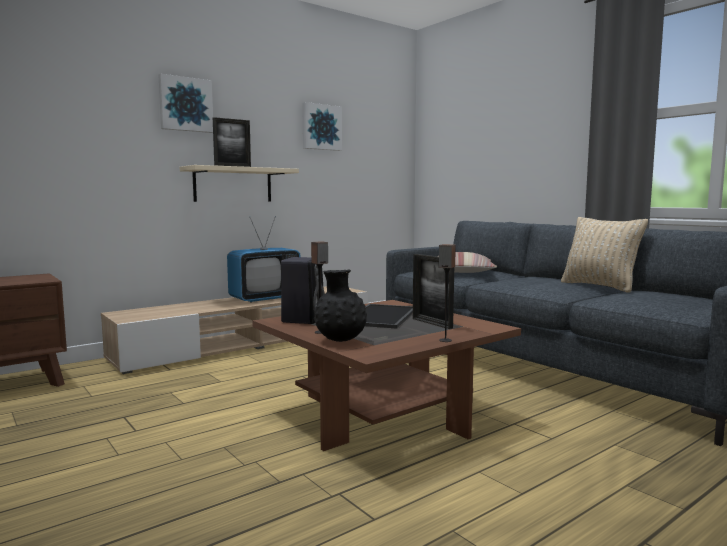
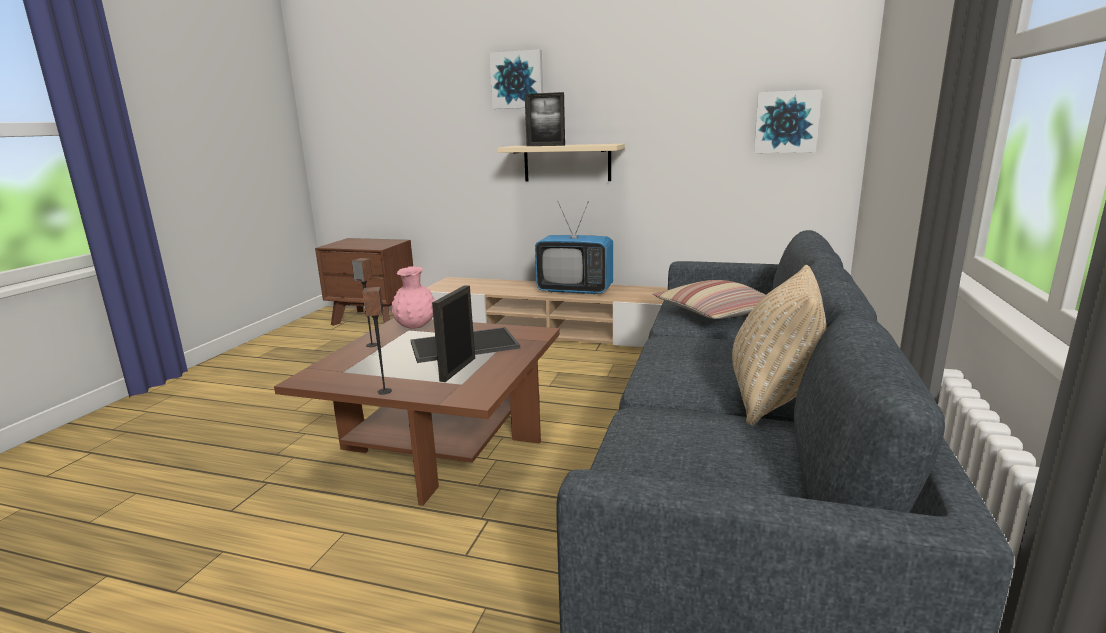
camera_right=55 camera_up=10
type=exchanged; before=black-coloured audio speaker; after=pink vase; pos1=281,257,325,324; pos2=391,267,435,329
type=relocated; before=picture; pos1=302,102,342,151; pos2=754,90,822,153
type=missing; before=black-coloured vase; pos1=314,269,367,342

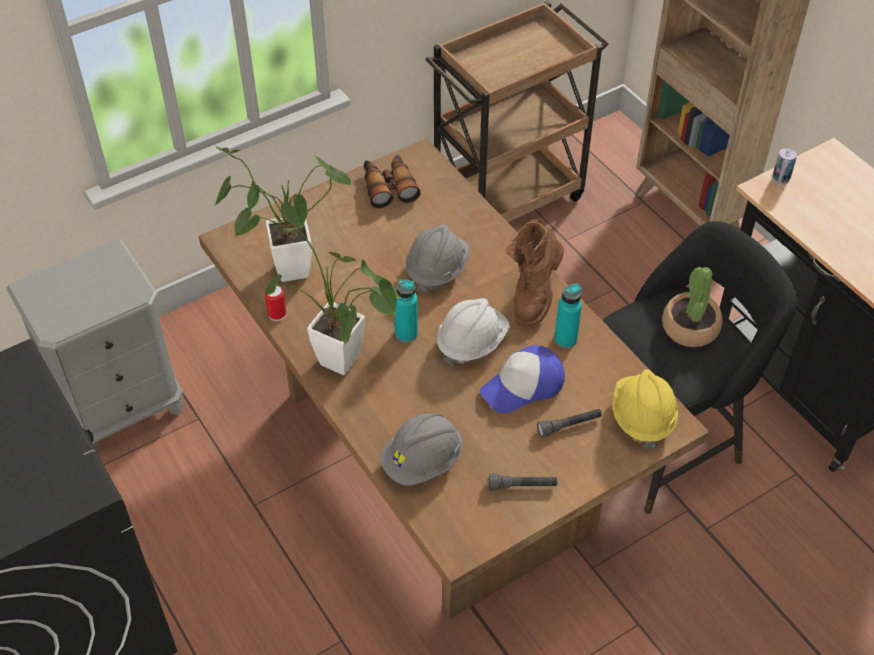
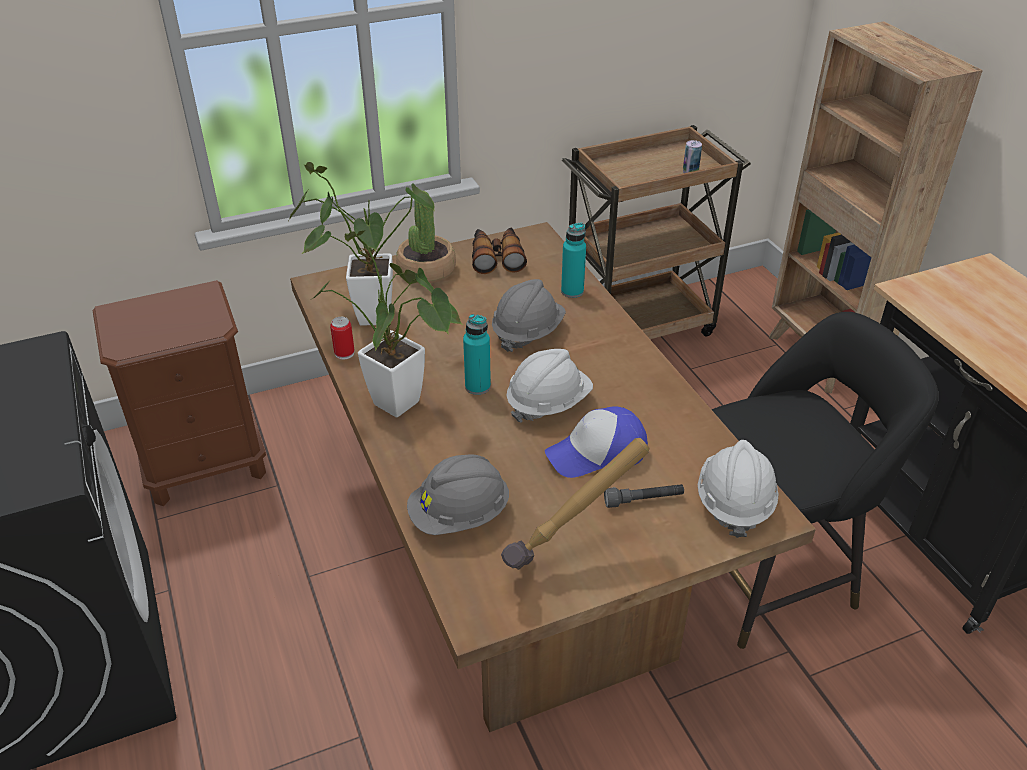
camera_right=10 camera_up=-10
type=colour; before=gray night table; after=brown-coloured night table; pos1=6,239,184,452; pos2=93,280,266,506
type=relocated; before=plant in a pot; pos1=662,267,723,347; pos2=396,191,456,283
type=exchanged; before=gray hand torch; after=hand hammer; pos1=489,473,557,490; pos2=501,438,649,570
type=relocated; before=blue-green drink bottle; pos1=554,283,582,348; pos2=561,223,586,298
type=relocated; before=can; pos1=772,148,797,185; pos2=683,140,702,173
type=colour; before=yellow-coloured work helmet; after=white work helmet; pos1=613,369,678,449; pos2=698,440,779,538
type=missing; before=brown-coloured high-top boot; pos1=506,219,564,327

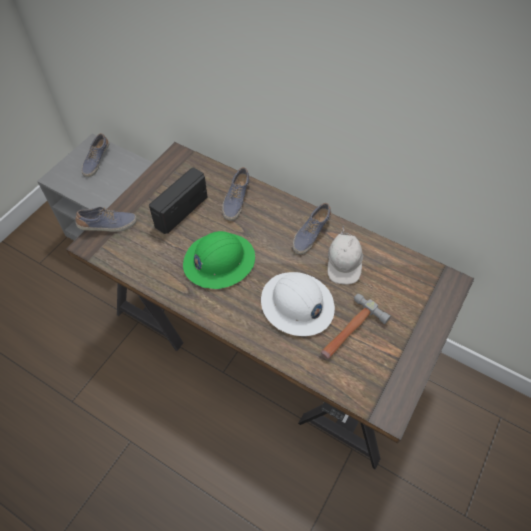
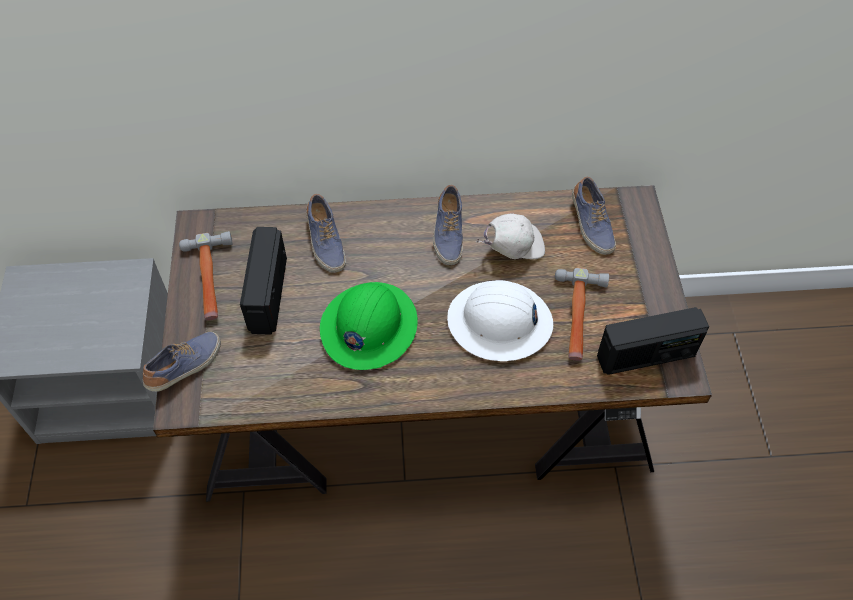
camera_right=-35 camera_up=0
type=appeared; after=hand hammer; pos2=179,231,233,321
type=spun; before=white baseball cap; pos1=328,225,363,285; pos2=476,213,545,259; turn=-75
type=relocated; before=low shoe; pos1=82,133,109,177; pos2=572,177,616,255
type=appeared; after=radio set; pos2=597,307,709,375

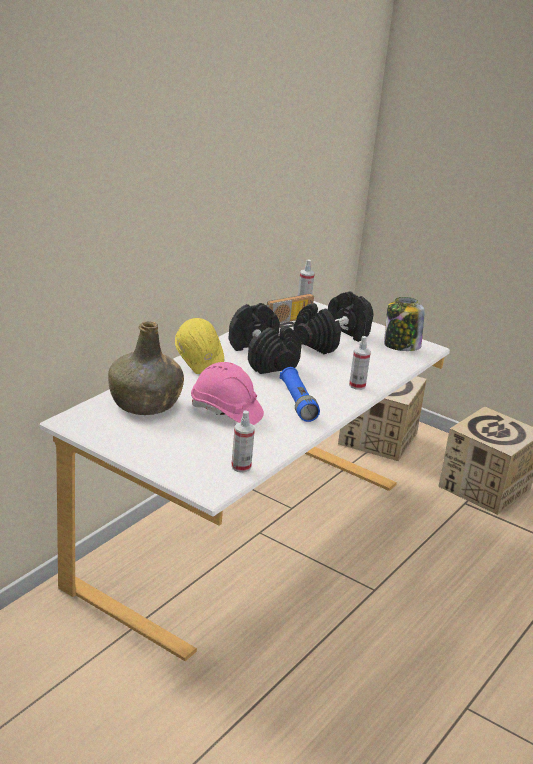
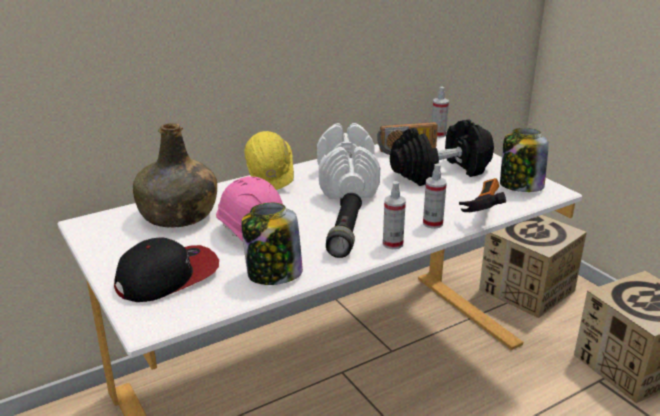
camera_right=25 camera_up=0
type=appeared; after=baseball cap; pos2=114,237,219,302
type=appeared; after=jar; pos2=241,203,303,285
type=colour; before=black-coloured free weight; after=white free weight; pos1=228,303,302,374; pos2=317,123,380,199
type=colour; before=blue-coloured hand torch; after=black-coloured hand torch; pos1=280,367,320,422; pos2=326,193,362,258
type=relocated; before=sprayer; pos1=231,410,255,472; pos2=383,181,406,249
type=appeared; after=hand hammer; pos2=459,178,506,212

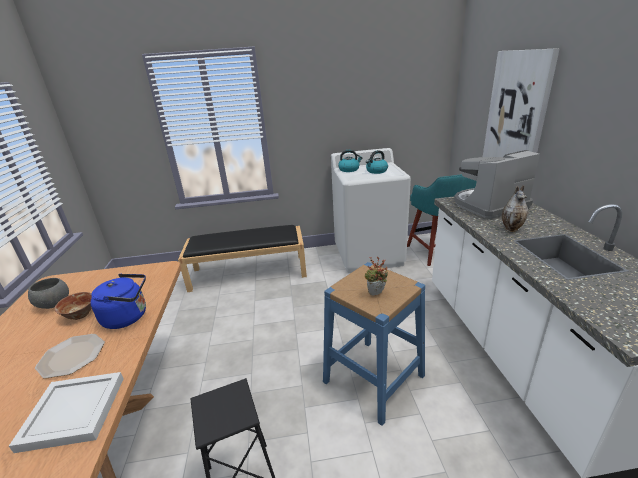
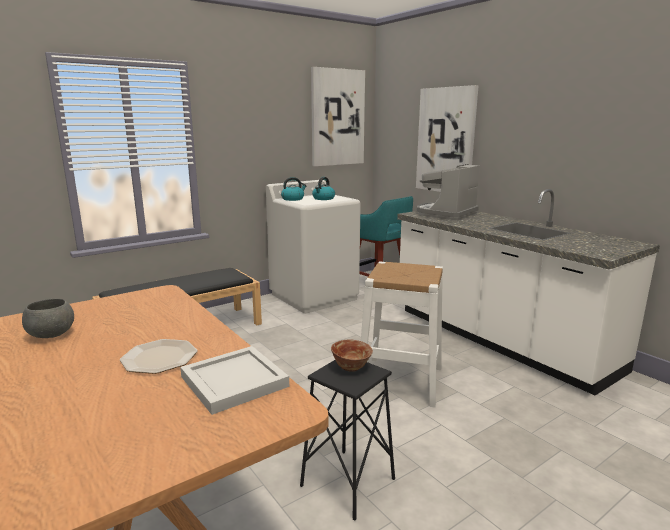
camera_right=-30 camera_up=-10
type=appeared; after=picture; pos2=311,67,365,166
type=relocated; before=deep dish; pos1=55,292,92,320; pos2=331,339,373,372
type=colour; before=blue-coloured stool; after=white stool; pos1=323,262,425,426; pos2=361,261,443,408
type=missing; before=blue-coloured water kettle; pos1=90,274,146,329
type=missing; before=plant in a pot; pos1=364,257,388,295
type=missing; before=vase; pos1=502,186,528,232

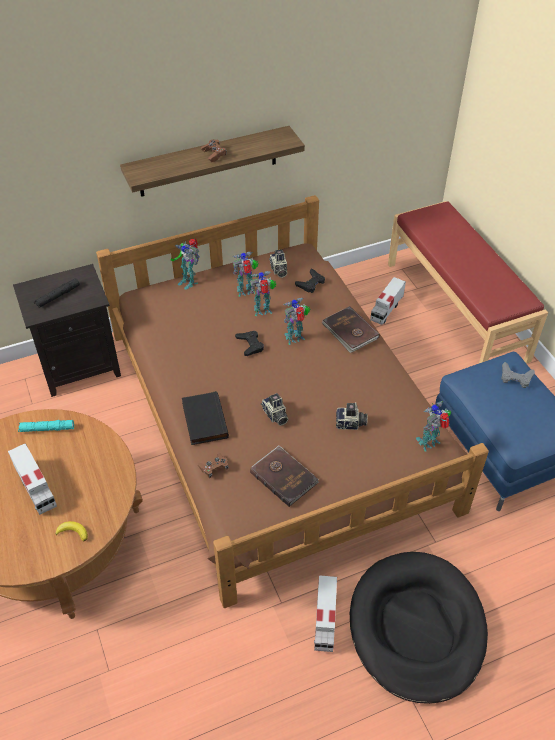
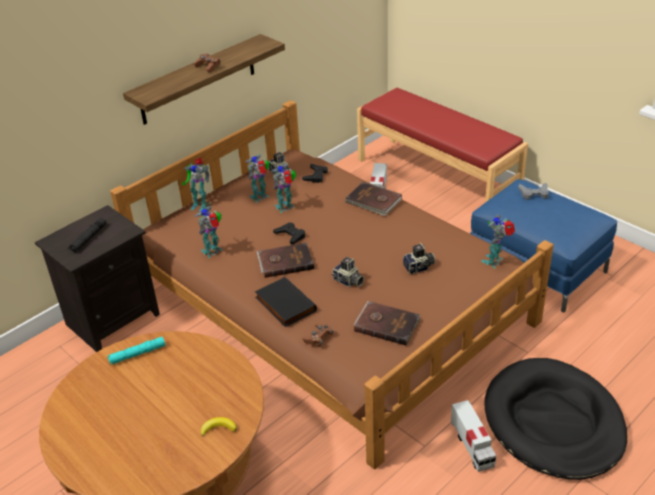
camera_right=-20 camera_up=-10
type=relocated; before=model robot; pos1=283,298,310,345; pos2=195,206,223,258
type=appeared; after=brown-coloured bound book; pos2=257,242,314,278
type=missing; before=toy lorry; pos1=8,443,57,515

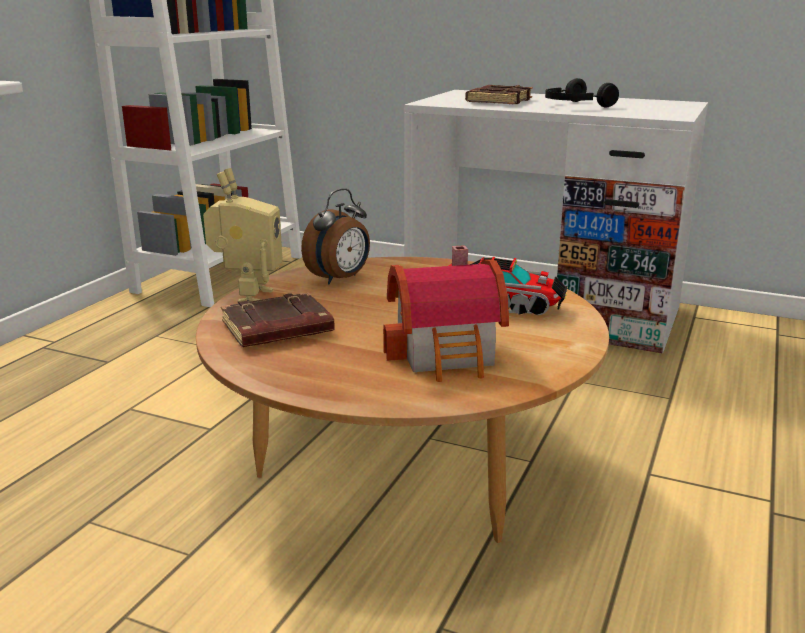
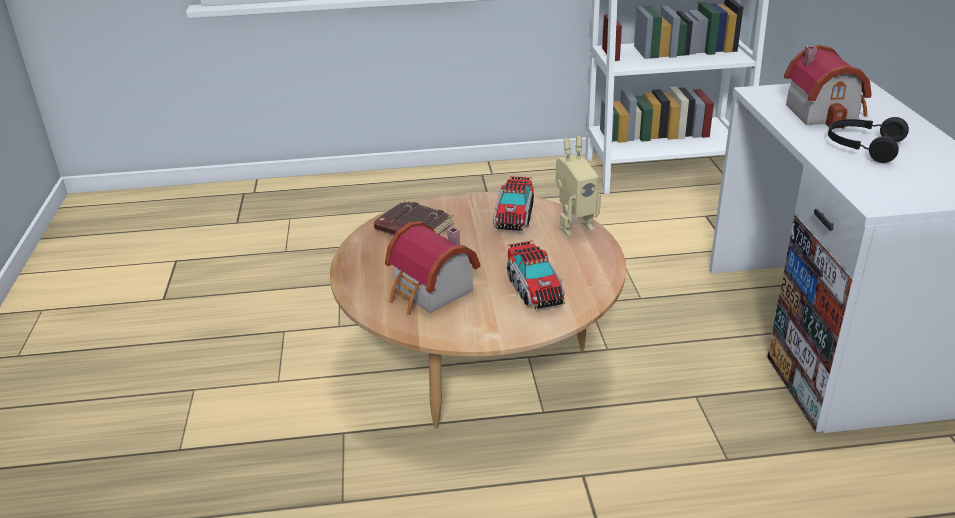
camera_right=60 camera_up=10
type=exchanged; before=bedside clock; after=toy lorry; pos1=301,188,370,284; pos2=493,176,534,231
type=relocated; before=model robot; pos1=203,168,283,302; pos2=556,136,601,236
type=exchanged; before=brown-coloured bound book; after=model house; pos1=465,85,533,104; pos2=784,45,872,129

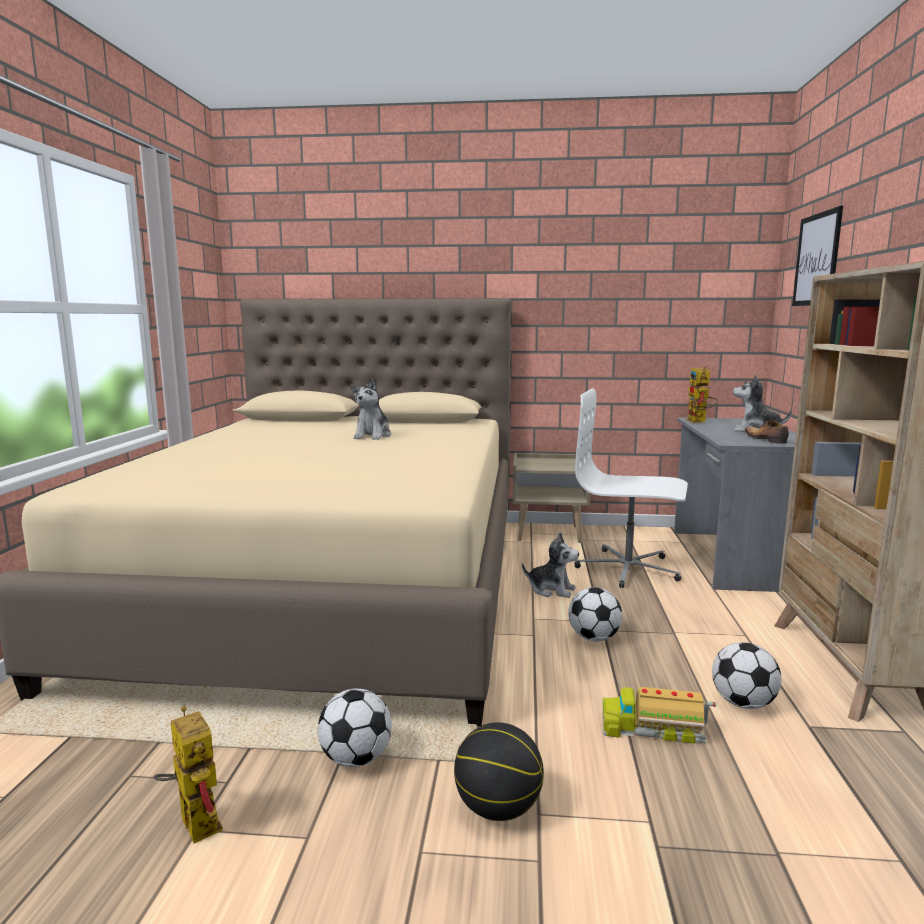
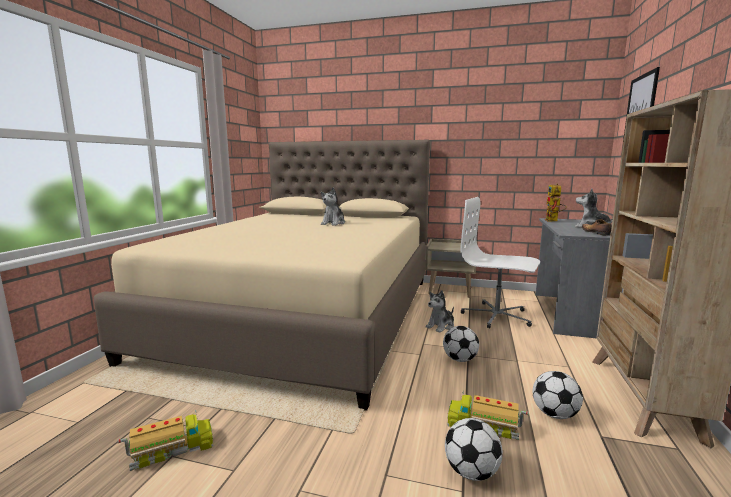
camera_right=10 camera_up=0
type=exchanged; before=model robot; after=toy lorry; pos1=154,706,223,843; pos2=117,410,213,471
type=spun; before=cuddly toy; pos1=522,532,579,598; pos2=426,290,454,333; turn=105
type=relocated; before=football; pos1=318,688,392,767; pos2=445,418,503,481
type=missing; before=basketball ball; pos1=454,722,544,821

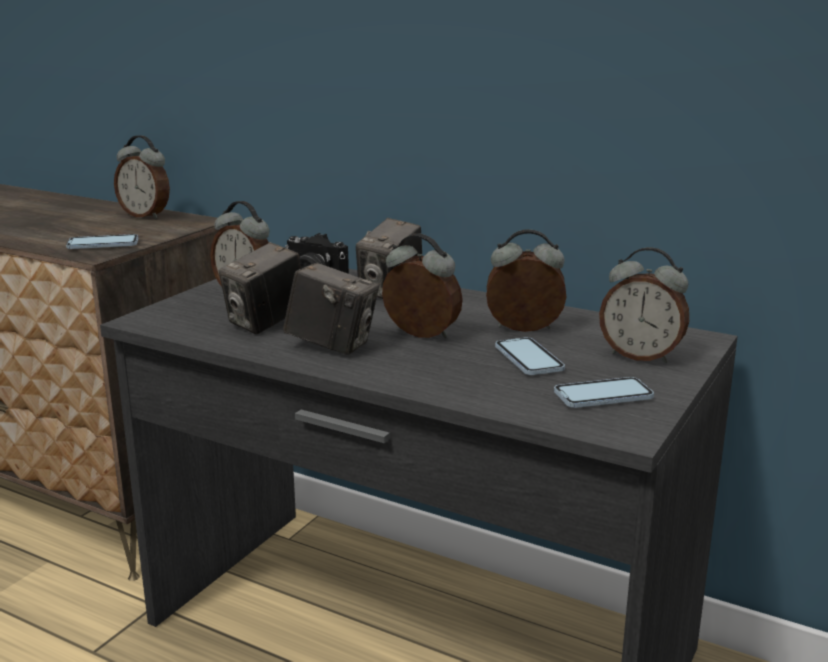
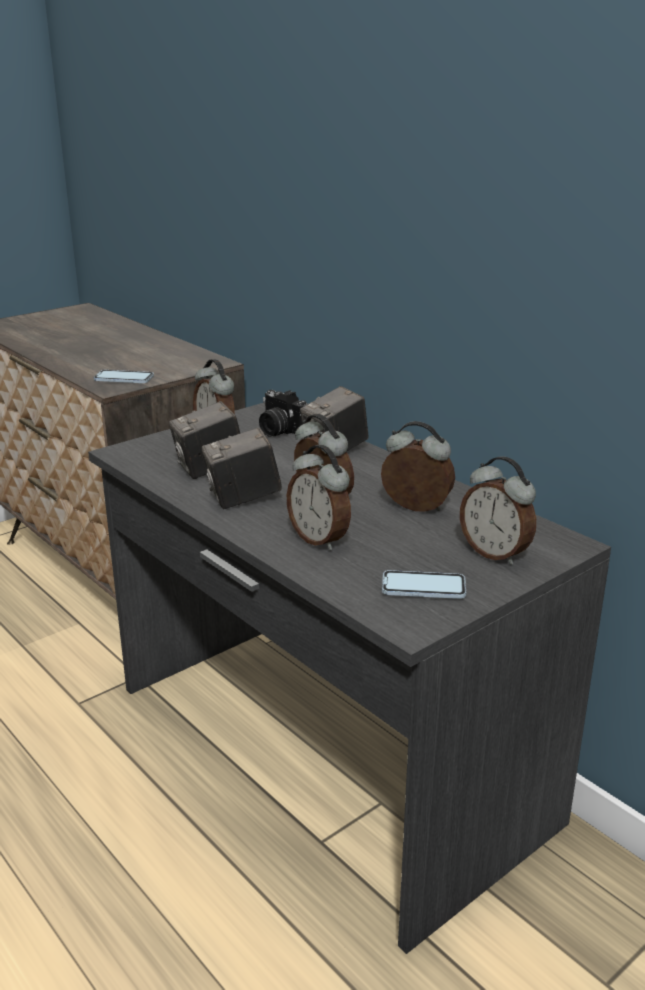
camera_right=20 camera_up=5
type=spun; before=still camera; pos1=283,262,379,355; pos2=202,427,282,509; turn=120
type=relocated; before=bedside clock; pos1=114,135,170,219; pos2=287,445,351,550
type=missing; before=phone; pos1=495,337,565,375

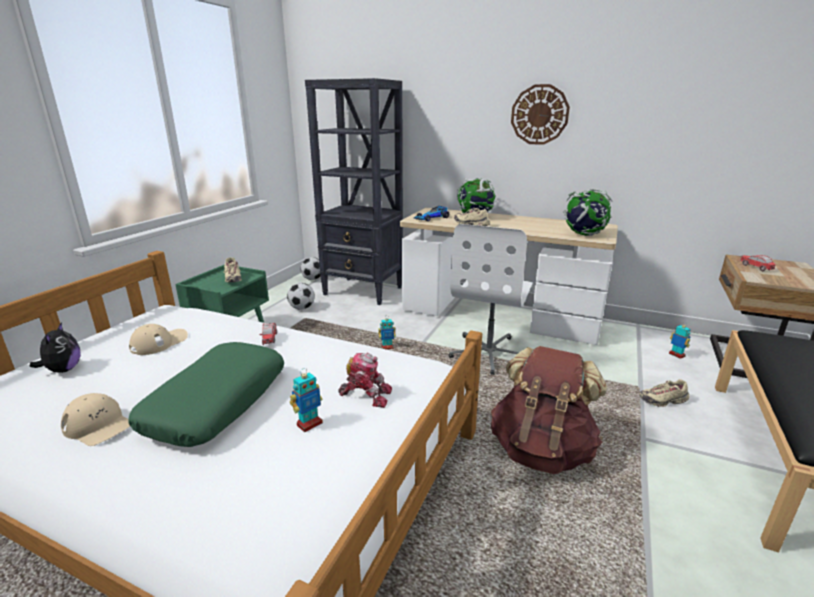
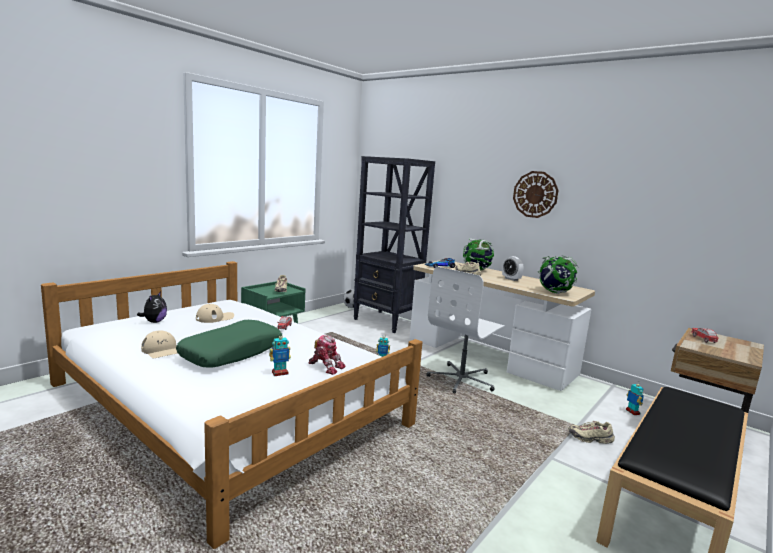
camera_right=15 camera_up=-10
type=appeared; after=bedside clock; pos2=502,256,524,281
type=missing; before=football; pos1=287,283,315,310
type=missing; before=brown-coloured rucksack; pos1=491,346,607,474

